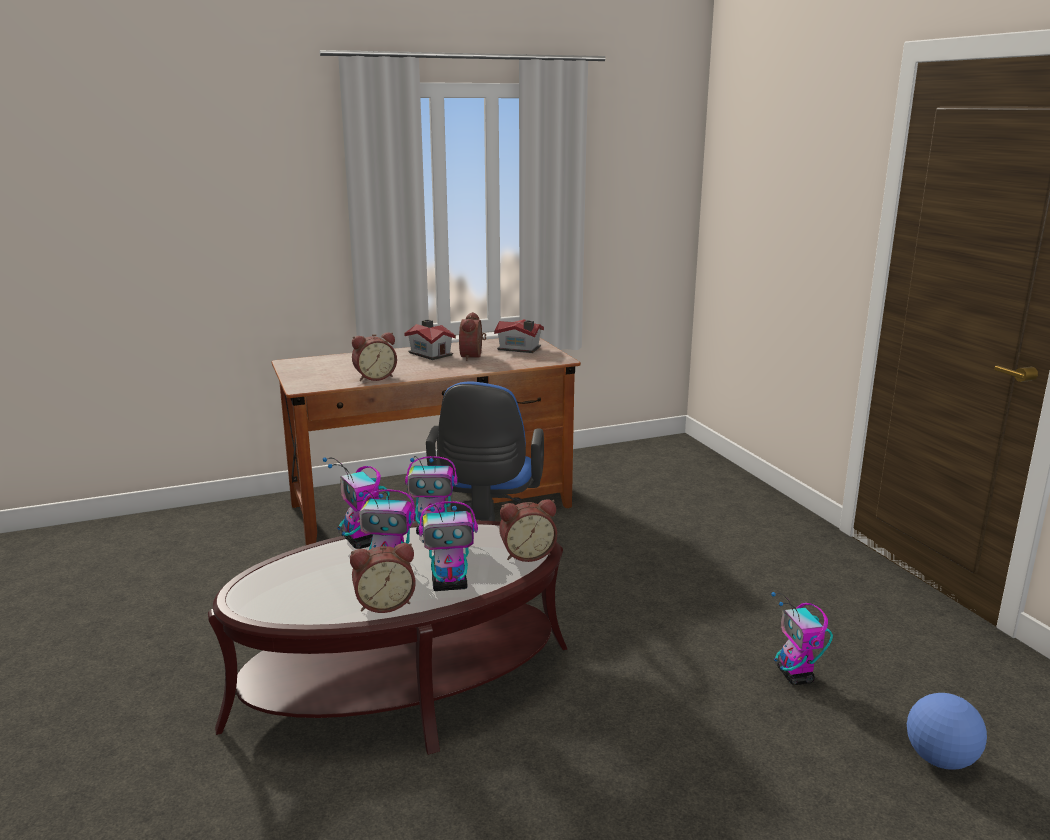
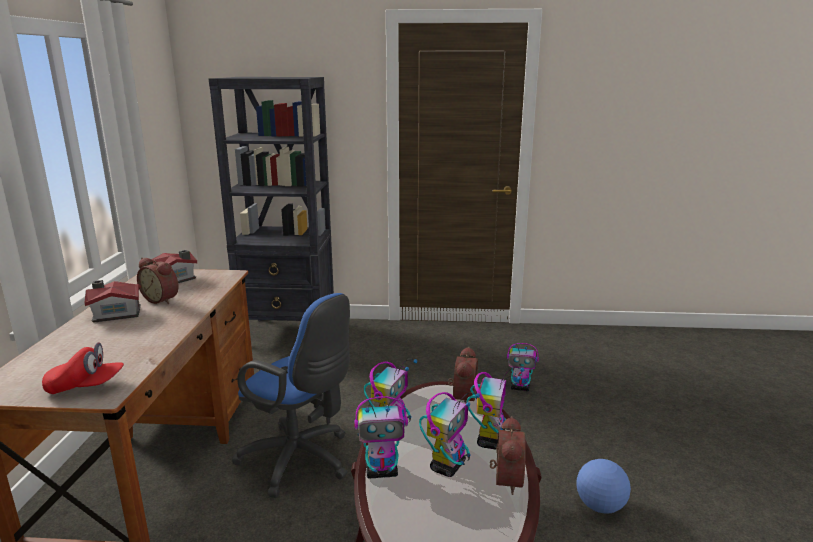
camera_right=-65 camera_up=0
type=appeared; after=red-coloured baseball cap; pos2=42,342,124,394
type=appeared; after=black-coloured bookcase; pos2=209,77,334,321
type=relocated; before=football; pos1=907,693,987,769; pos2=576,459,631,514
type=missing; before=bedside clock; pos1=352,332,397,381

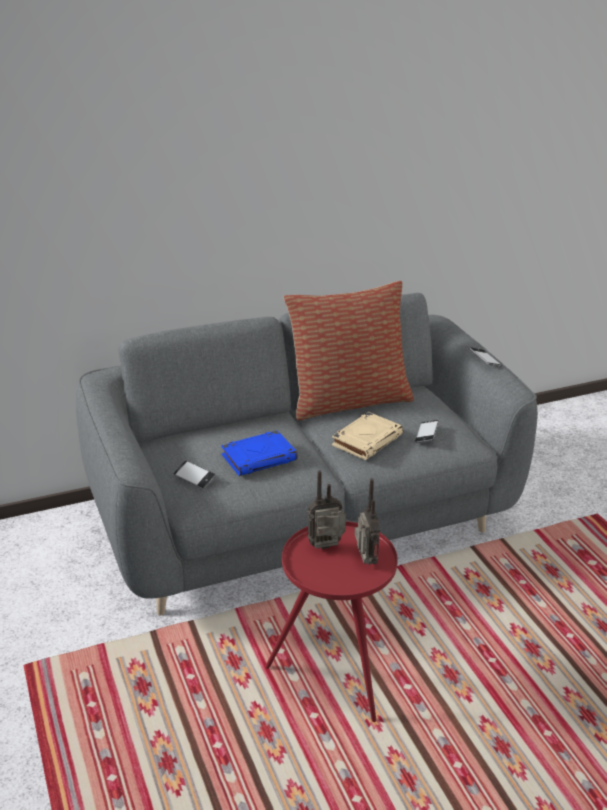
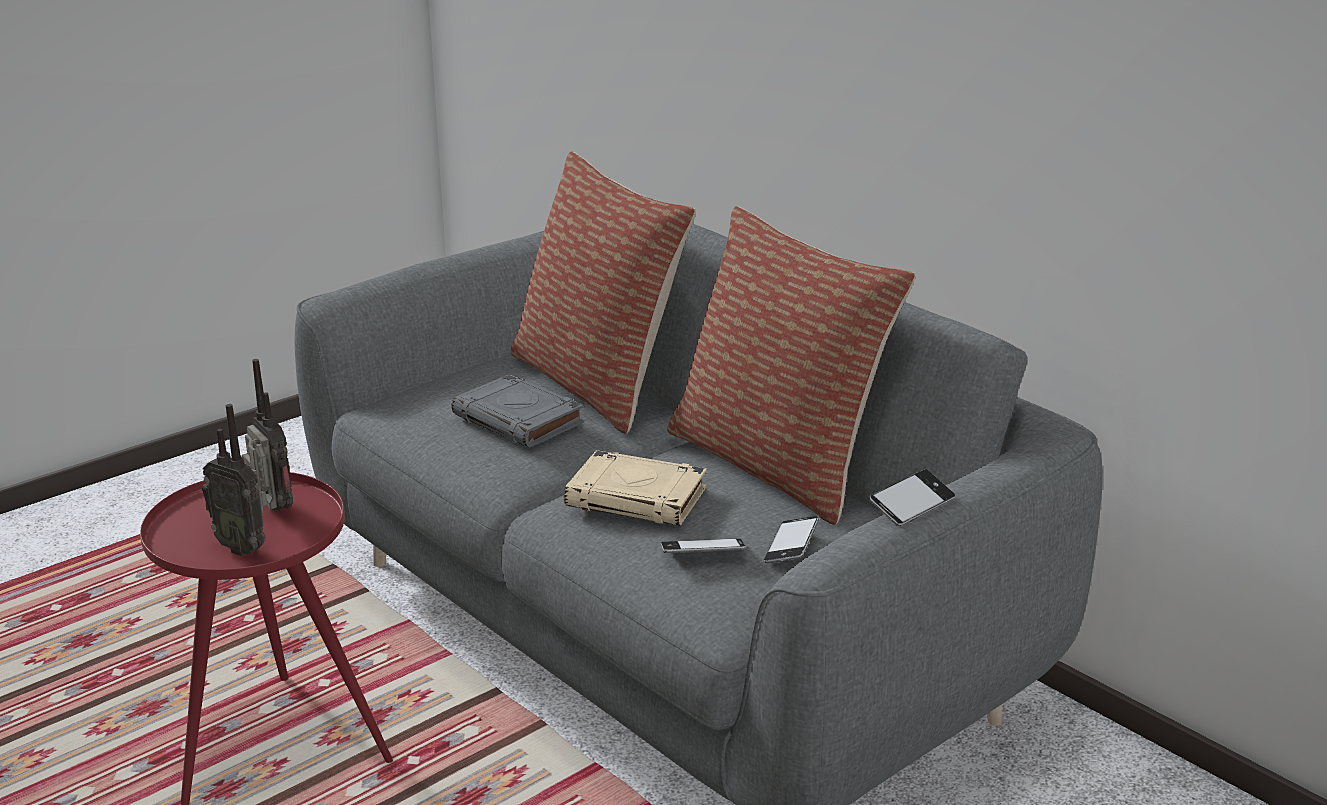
camera_right=70 camera_up=-5
type=spun; before=radio set; pos1=354,479,380,565; pos2=202,404,267,556; turn=60
type=colour; before=blue-coloured bound book; after=gray bound book; pos1=221,430,298,476; pos2=452,375,584,448
type=appeared; after=pillow; pos2=511,152,696,434
type=relocated; before=phone; pos1=174,461,216,489; pos2=764,516,819,563

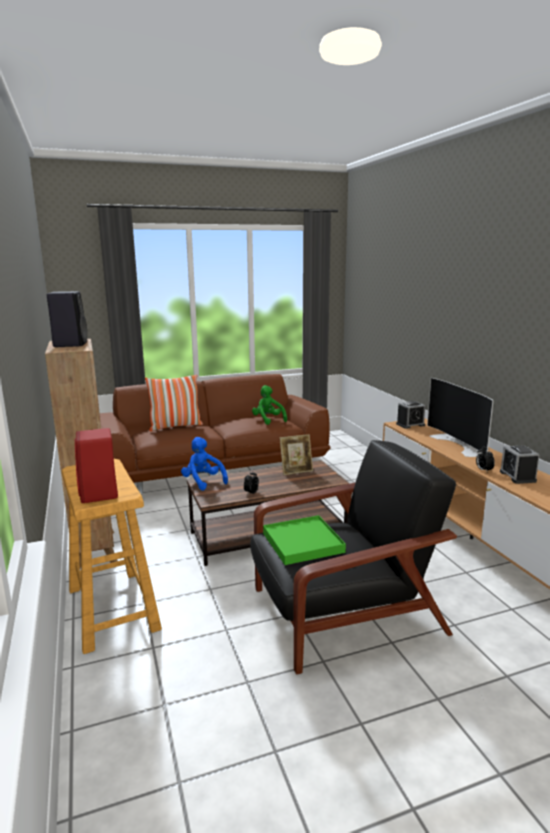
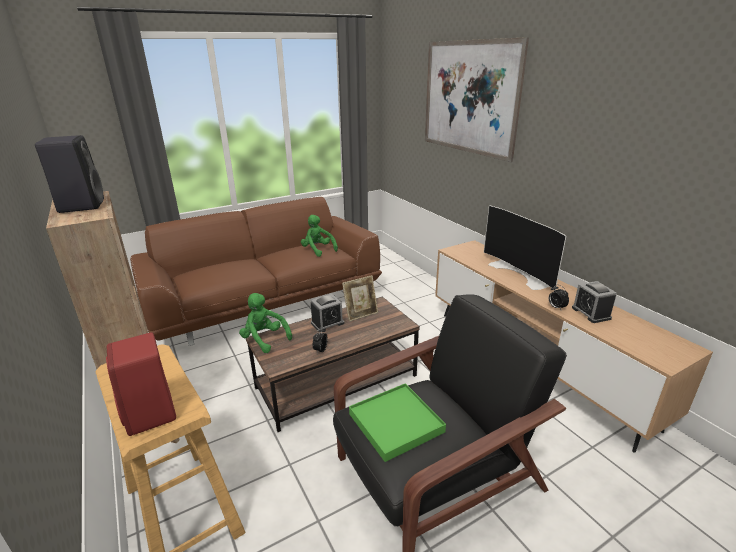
camera_right=-10 camera_up=10
type=colour; before=blue-coloured cuddly toy; after=greenish cuddly toy; pos1=181,437,228,491; pos2=239,293,292,353
type=relocated; before=bedside clock; pos1=396,401,425,429; pos2=311,294,344,332
type=appeared; after=picture; pos2=425,37,529,162
type=missing; before=pillow; pos1=145,375,203,431

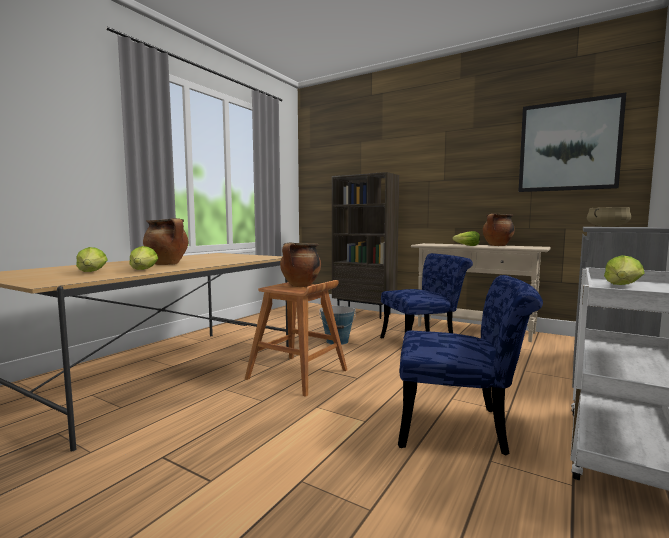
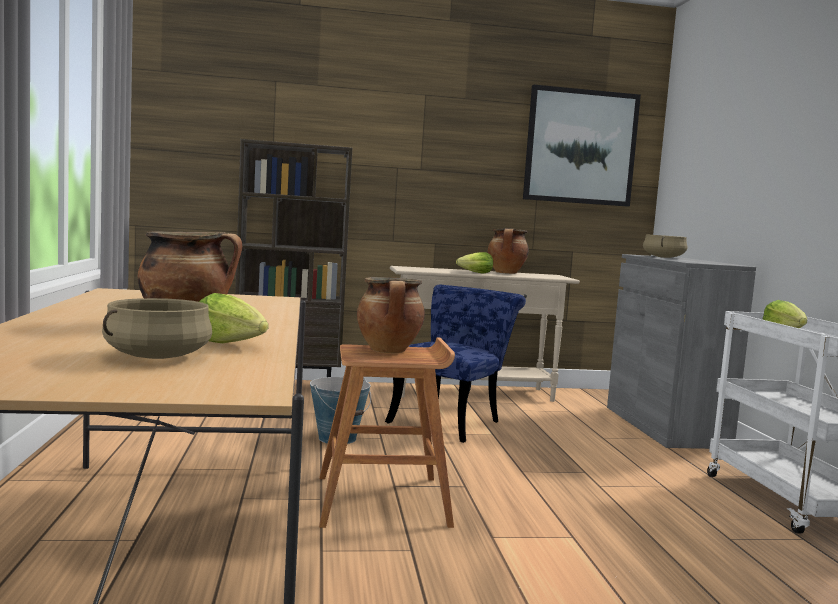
camera_right=-40 camera_up=0
type=exchanged; before=lettuce; after=beige cooking pot; pos1=76,247,108,272; pos2=102,298,212,359
type=missing; before=blue-coloured upright chair; pos1=398,275,543,455

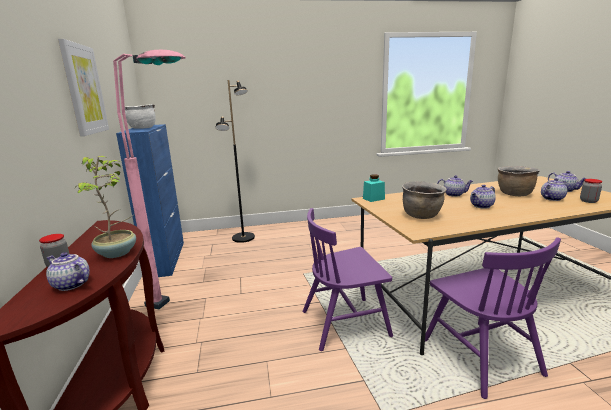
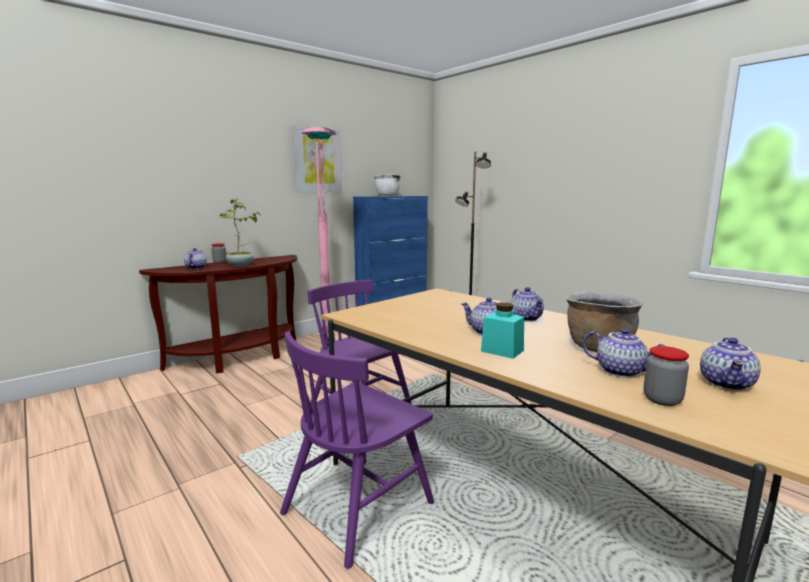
camera_right=60 camera_up=-5
type=relocated; before=blue-green jar; pos1=363,174,385,202; pos2=481,302,524,359
type=missing; before=brown-coloured cooking pot; pos1=402,181,447,219

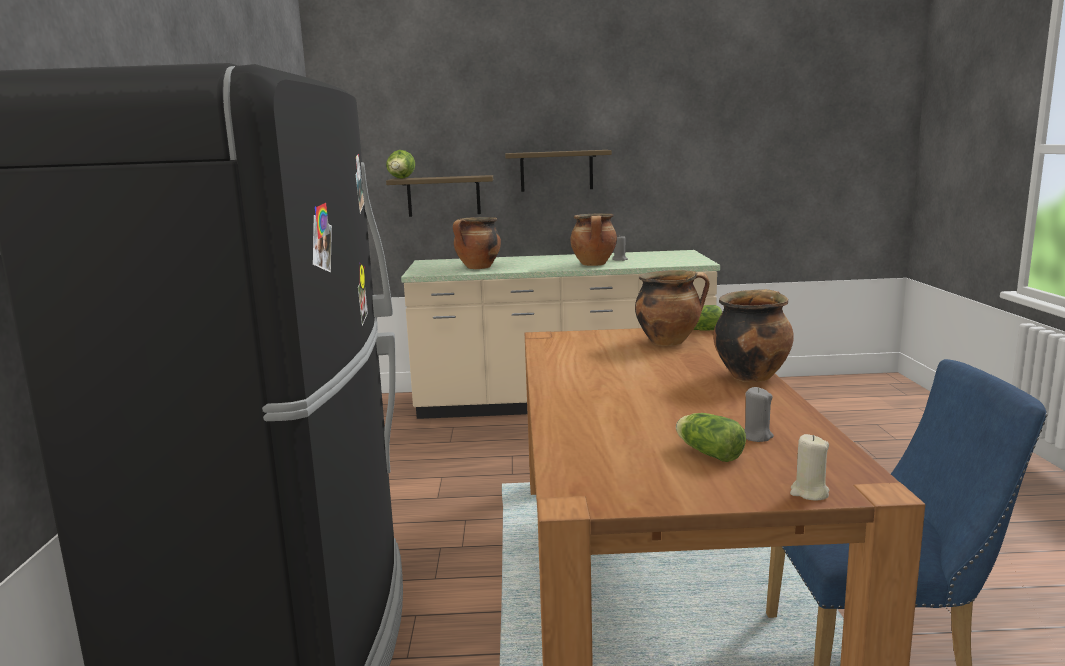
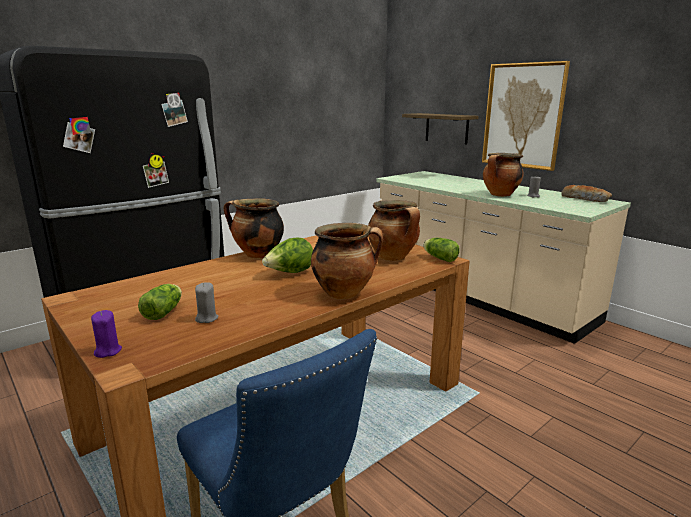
camera_right=50 camera_up=5
type=colour; before=beige wax candle; after=purple-coloured wax candle; pos1=790,434,829,501; pos2=91,310,122,358
type=relocated; before=cooking pot; pos1=453,217,501,269; pos2=224,198,284,258
type=relocated; before=lettuce; pos1=386,150,415,179; pos2=262,238,313,273
type=exchanged; before=bracket shelf; after=picture; pos1=505,150,612,192; pos2=482,61,570,171
type=appeared; after=baked bread; pos2=561,185,612,202

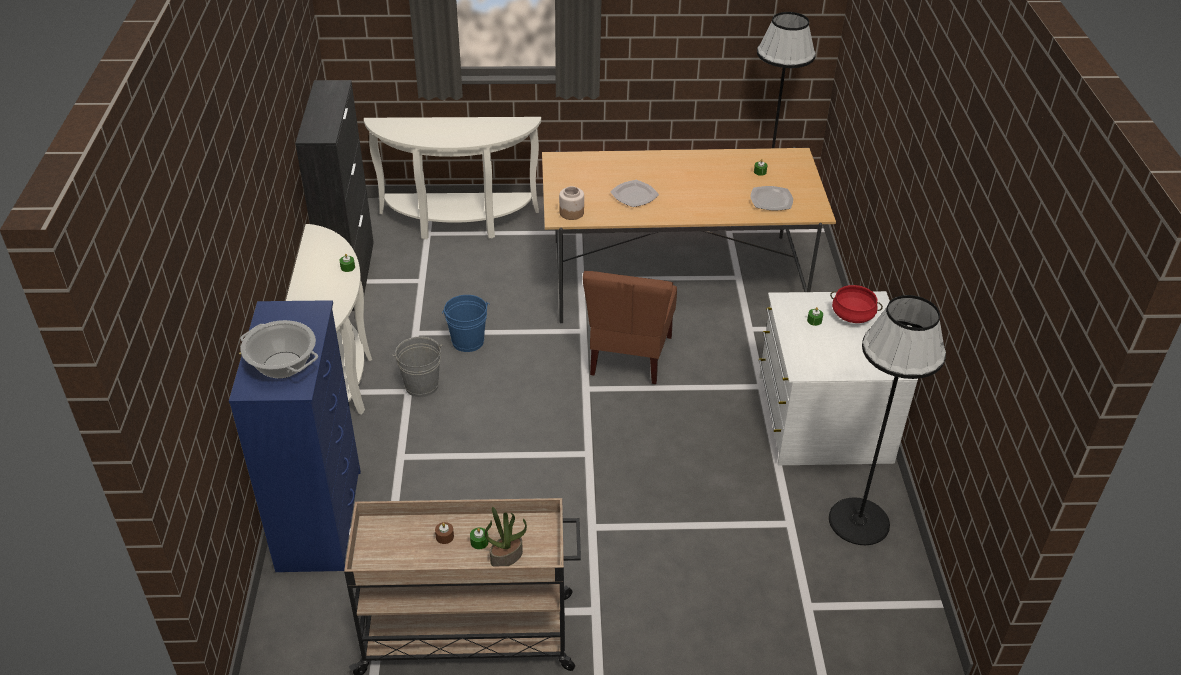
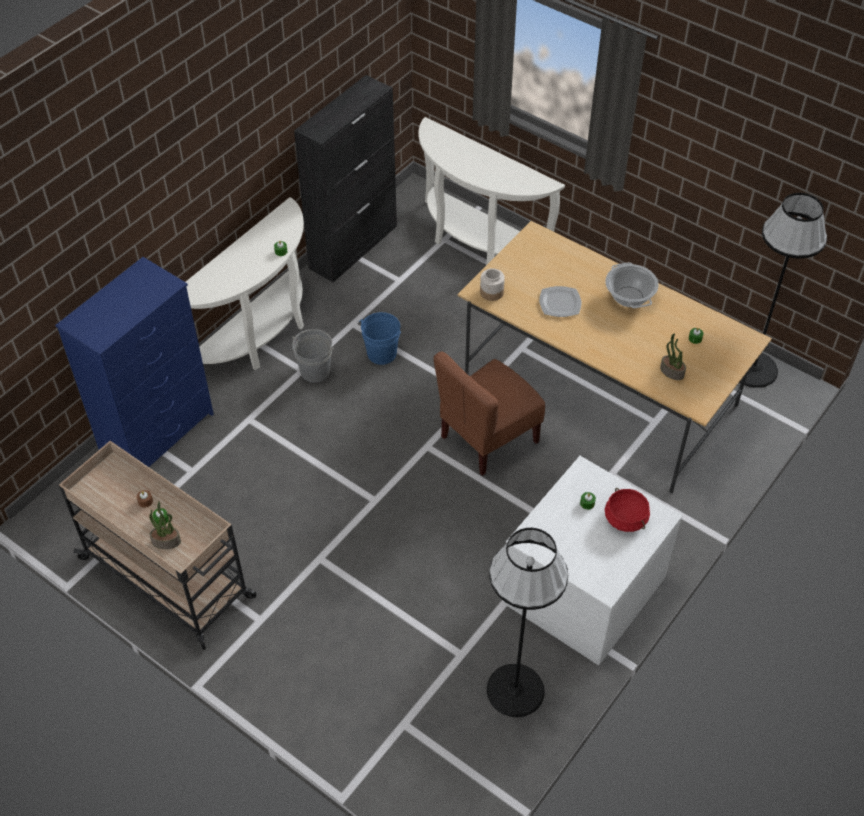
camera_right=40 camera_up=10
type=relocated; before=cooking pot; pos1=240,320,318,378; pos2=605,262,659,308
type=exchanged; before=dinner plate; after=plant in a pot; pos1=751,186,793,211; pos2=660,334,686,380

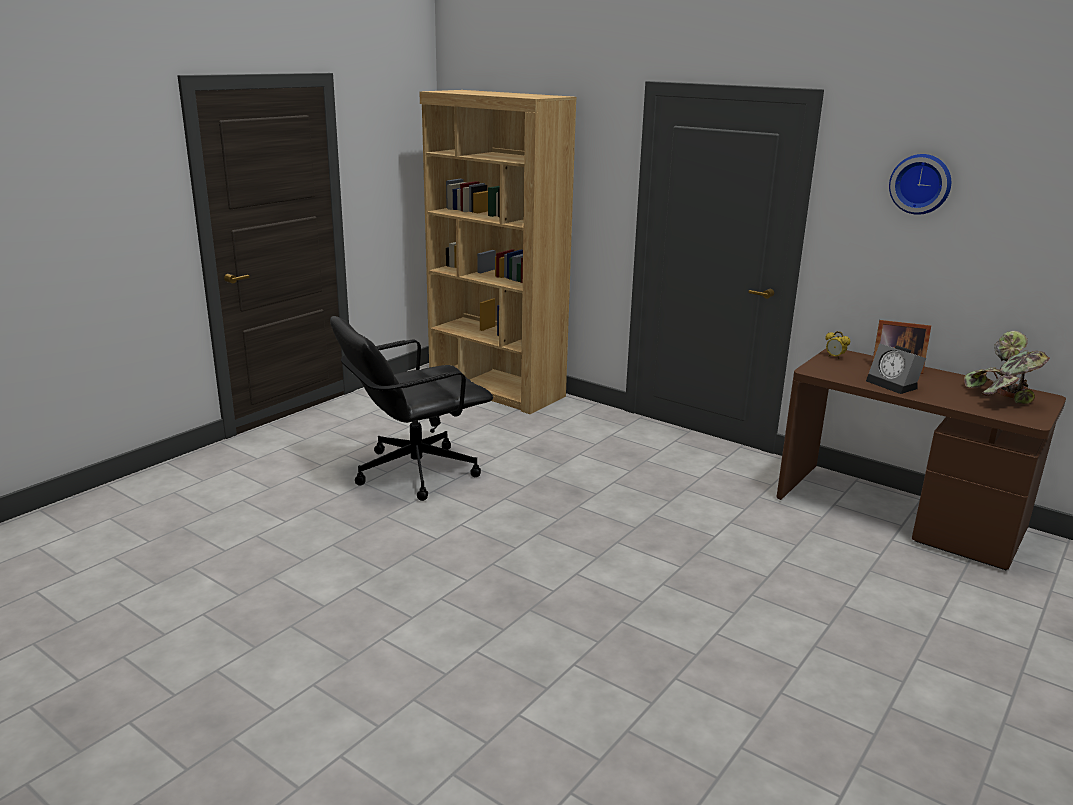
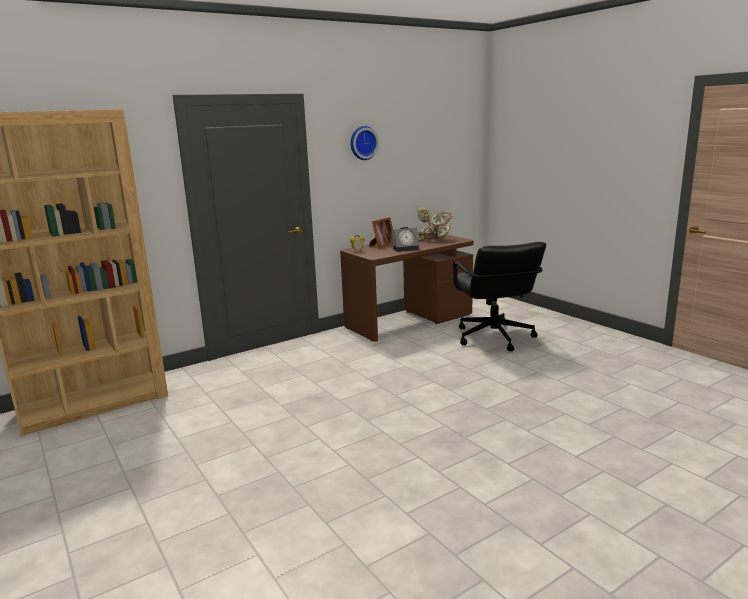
camera_right=-70 camera_up=-5
type=relocated; before=black-coloured computer chair; pos1=330,316,493,501; pos2=451,242,546,351

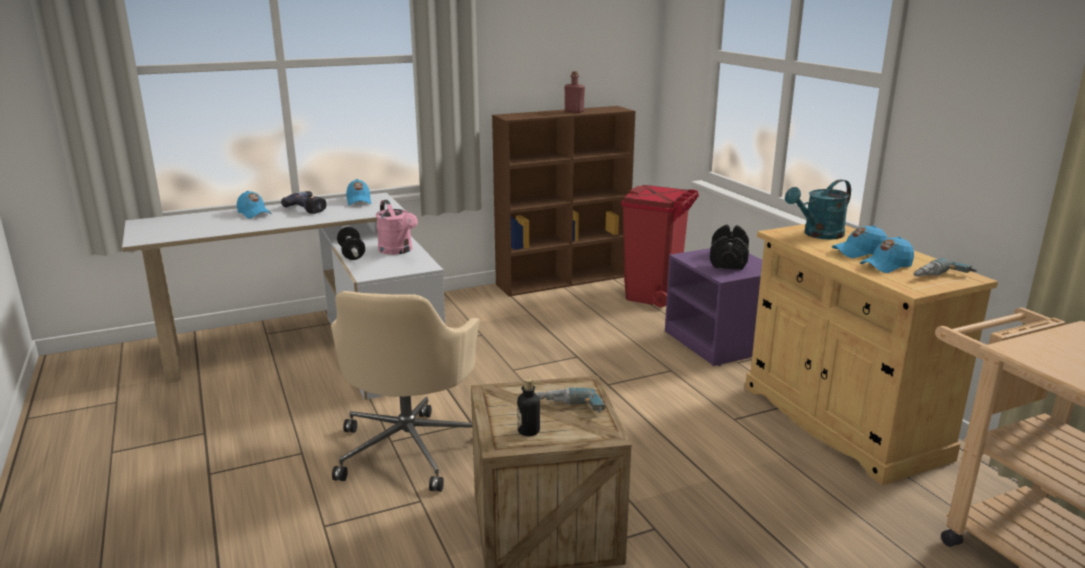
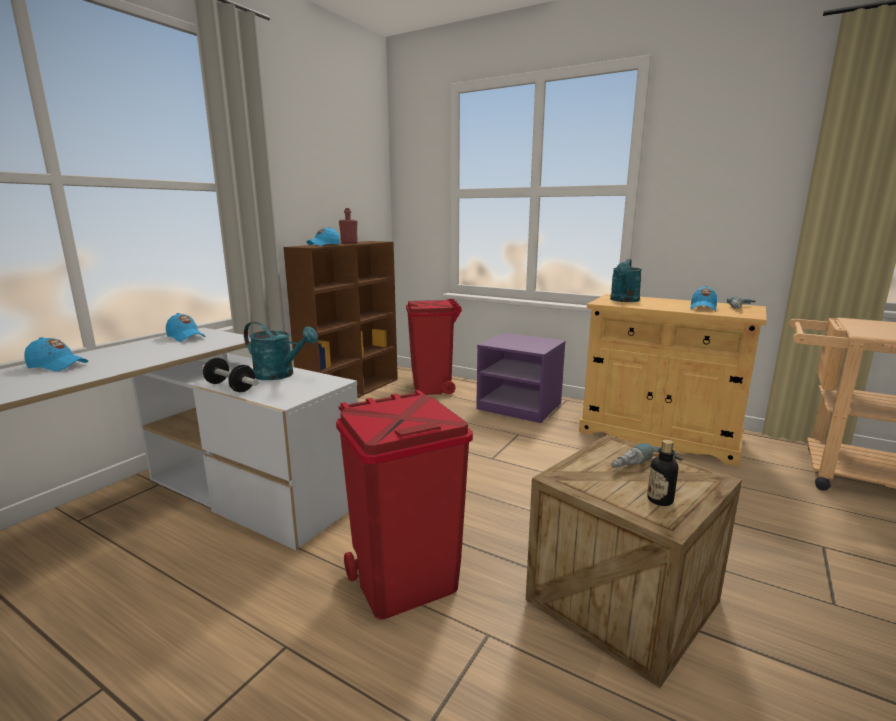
camera_right=-35 camera_up=-5
type=colour; before=pink watering pot; after=blue-green watering pot; pos1=376,200,418,255; pos2=244,322,318,380
type=relocated; before=blue-coloured baseball cap; pos1=832,226,888,258; pos2=307,227,340,246
type=exchanged; before=beige computer chair; after=red-coloured trash can; pos1=331,291,480,492; pos2=336,390,473,619
type=missing; before=power drill; pos1=281,191,326,214
type=missing; before=black-coloured free weight; pos1=710,225,749,270

